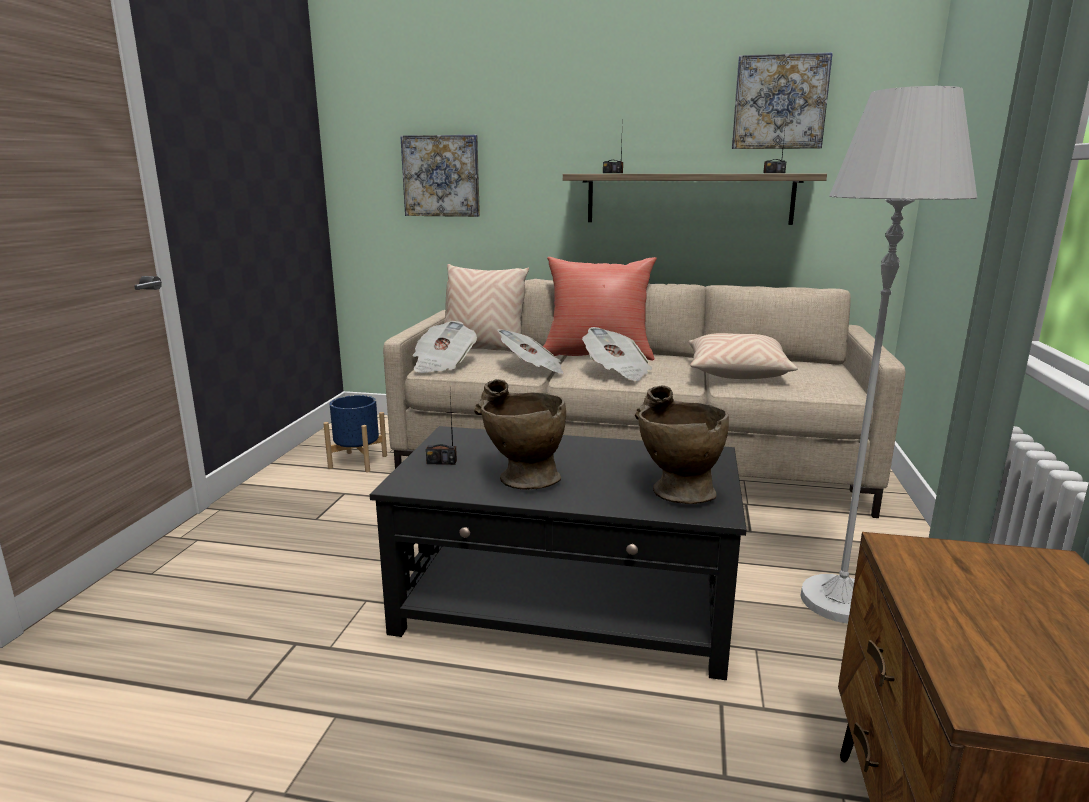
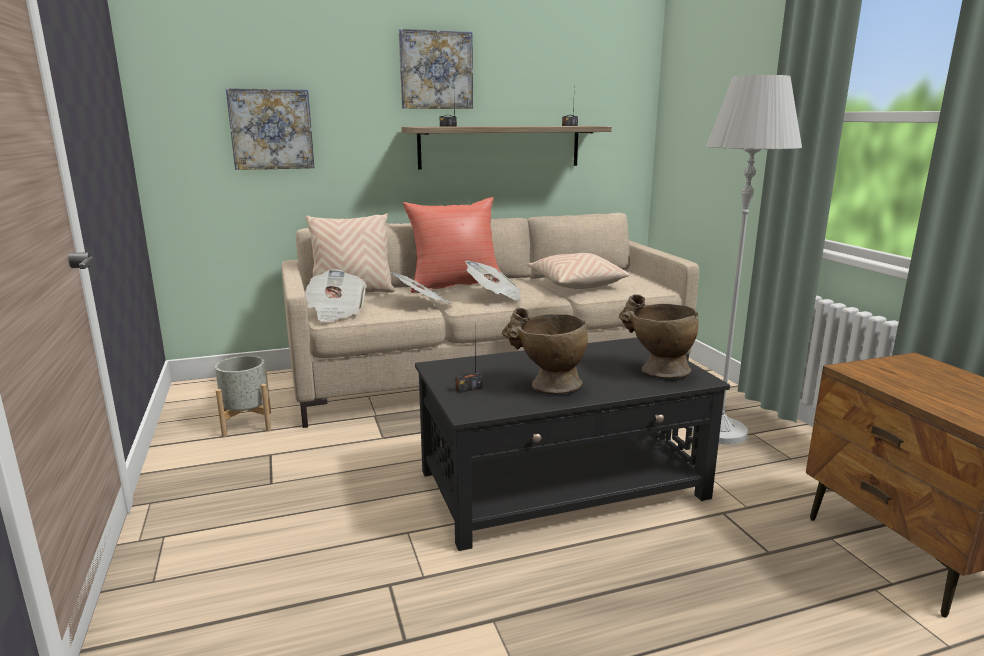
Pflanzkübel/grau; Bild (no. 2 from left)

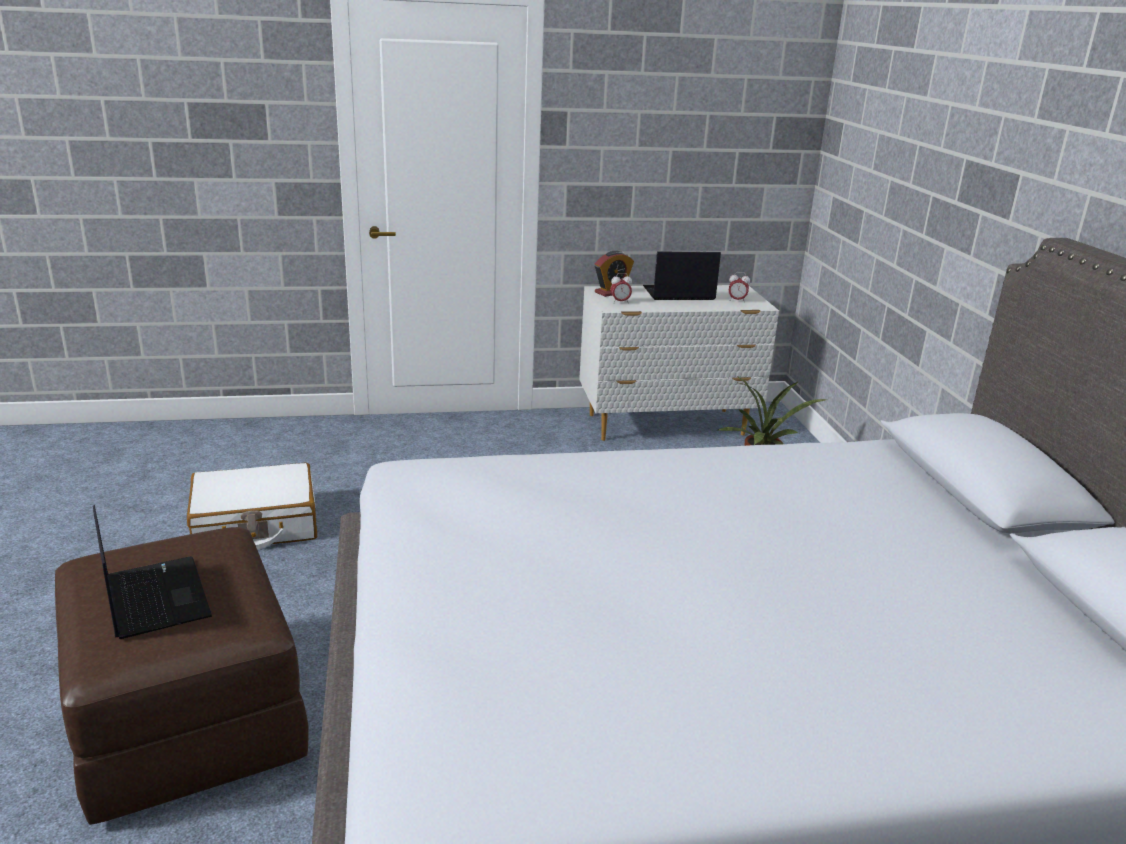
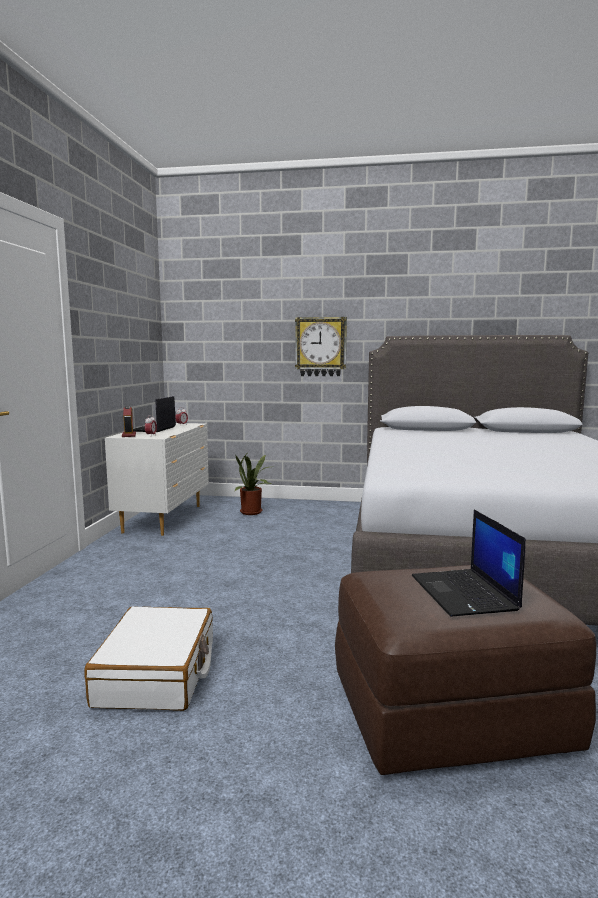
Laptop (no. 2 from left); Wanduhr

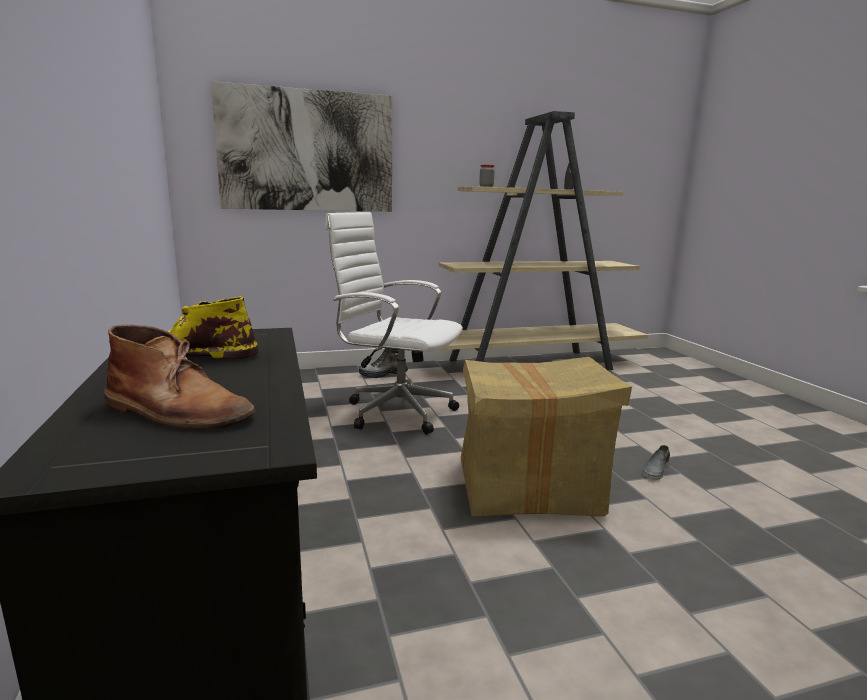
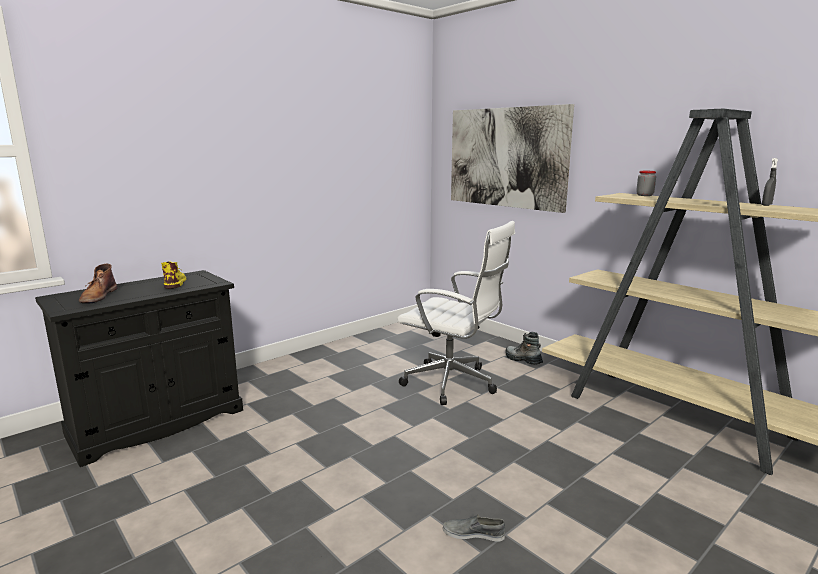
Bürostuhl/weiß; Karton

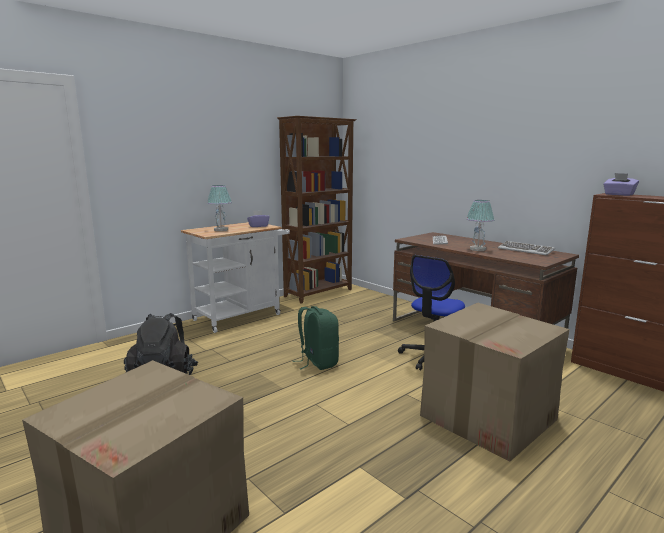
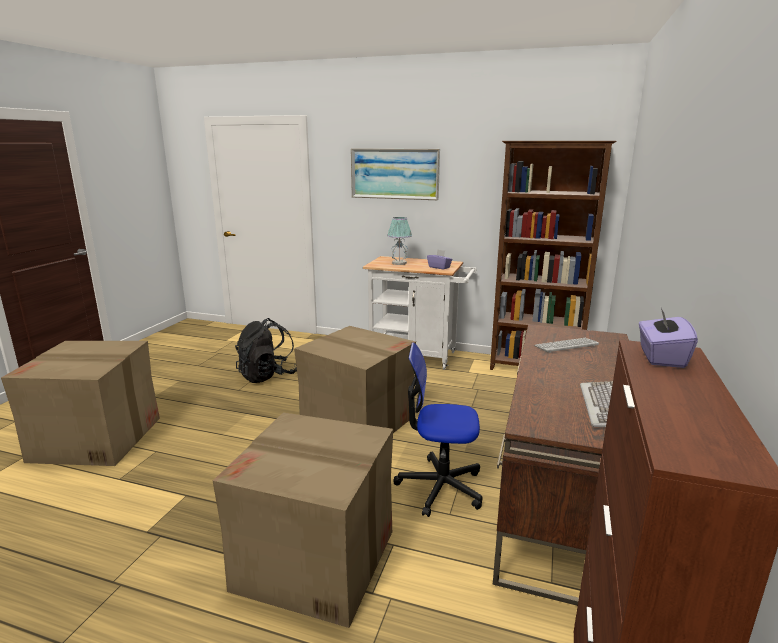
Karton (no. 3 from left); Tischlampe (no. 2 from left in the first image); Bild

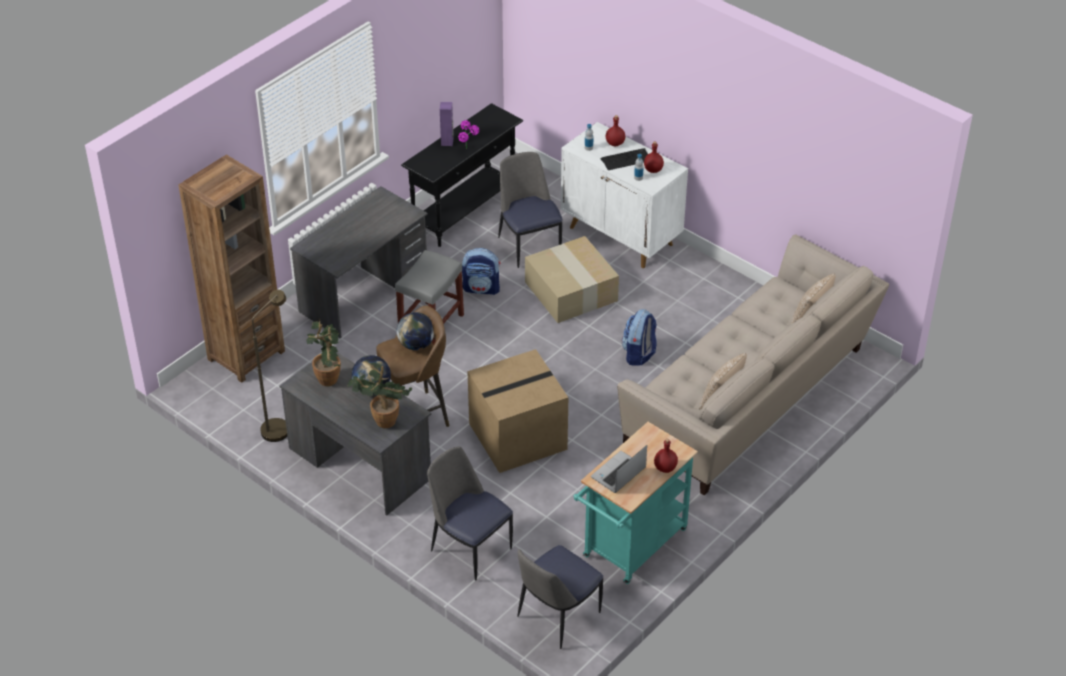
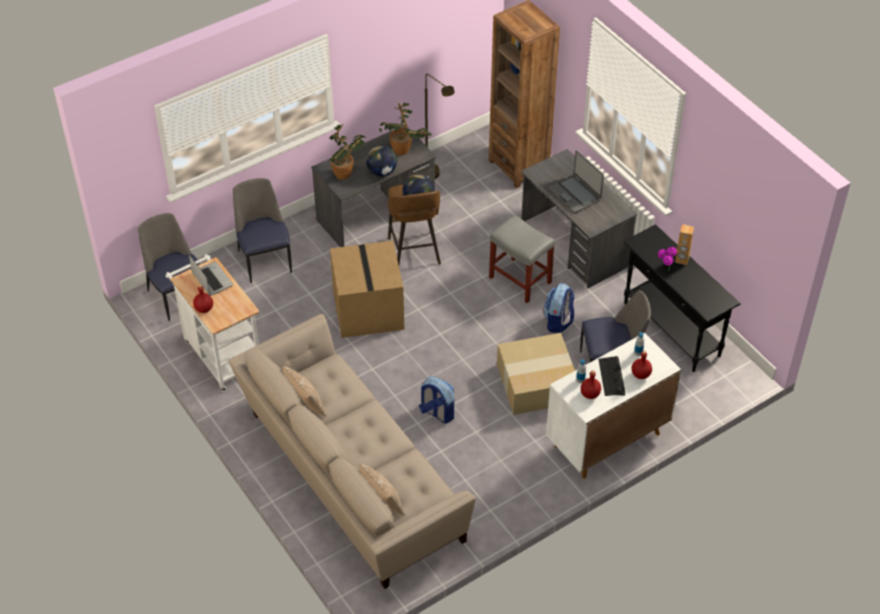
Stuhl (no. 2 from left); Lautsprecher/braun; Rollwagen/weiß; Laptop (no. 2 from left)

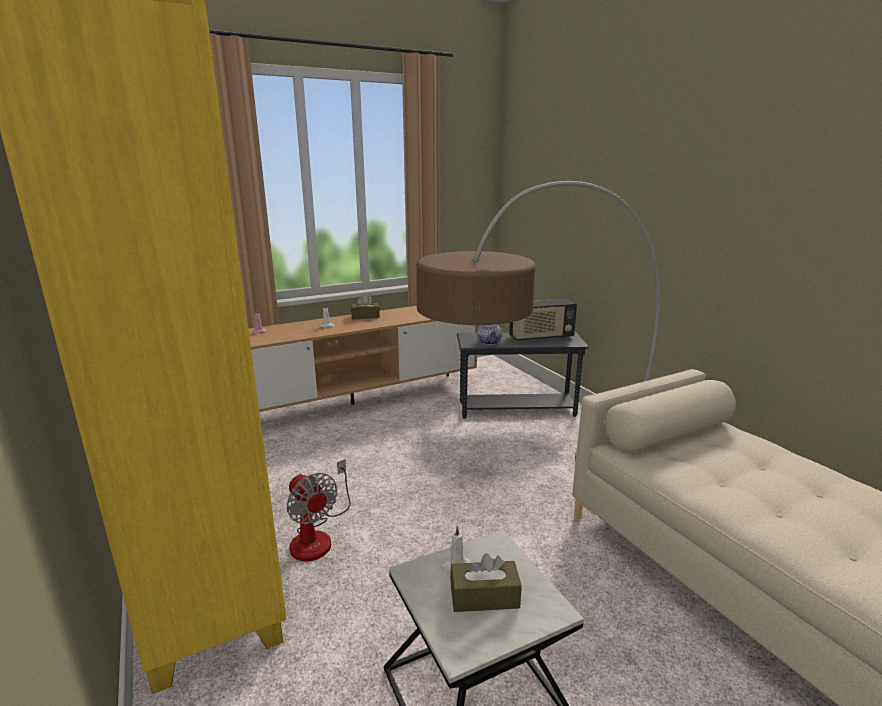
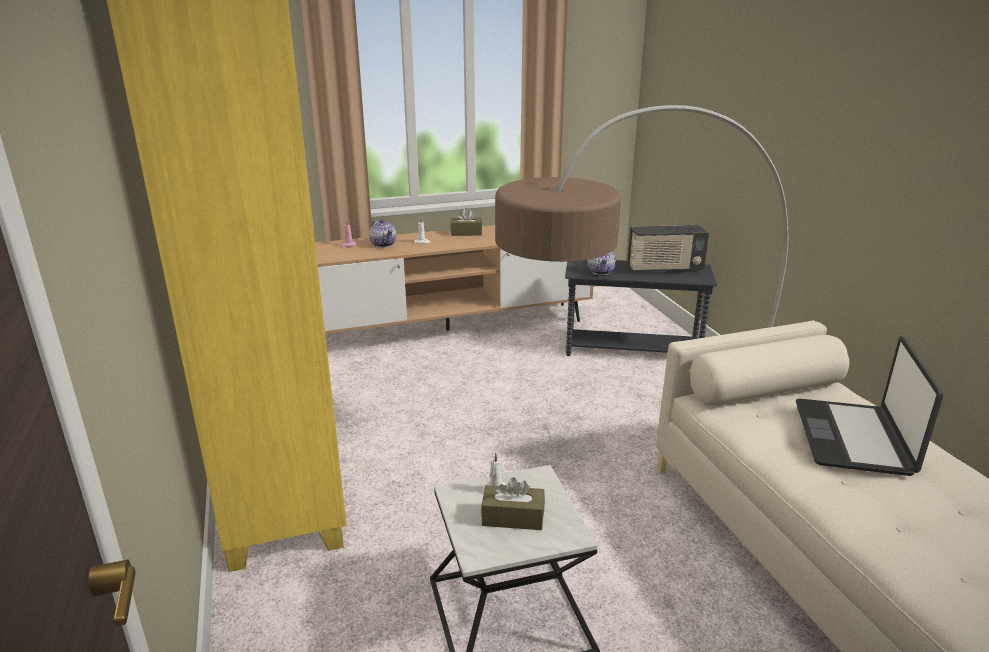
Ventilator; Teekanne (no. 1 from left); Laptop

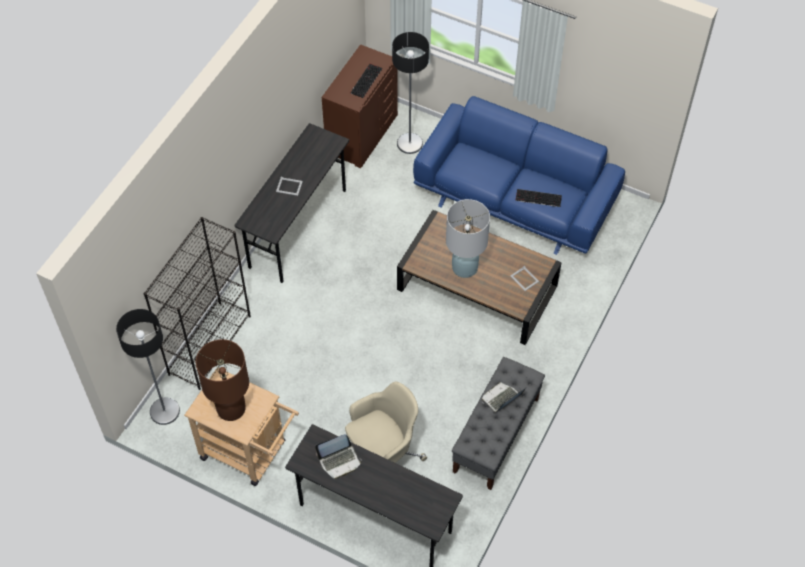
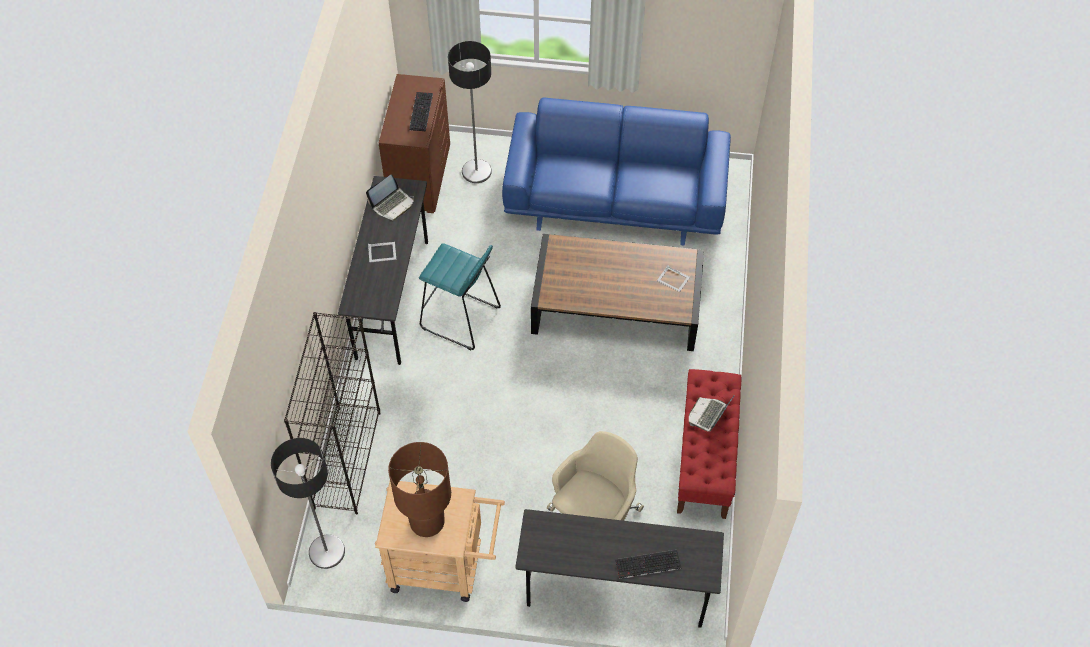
Laptop (no. 1 from left); Tischlampe/weiß; Bank/rot; Tastatur (no. 2 from left); Hocker/türkis

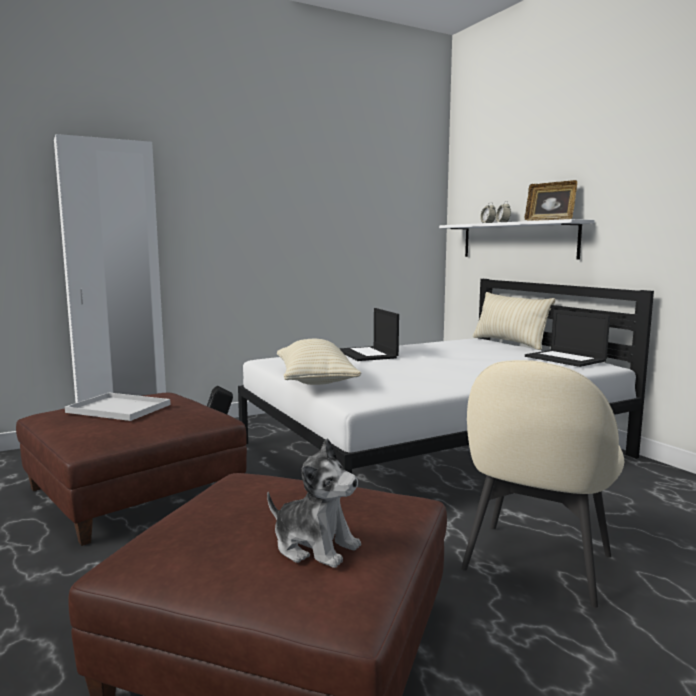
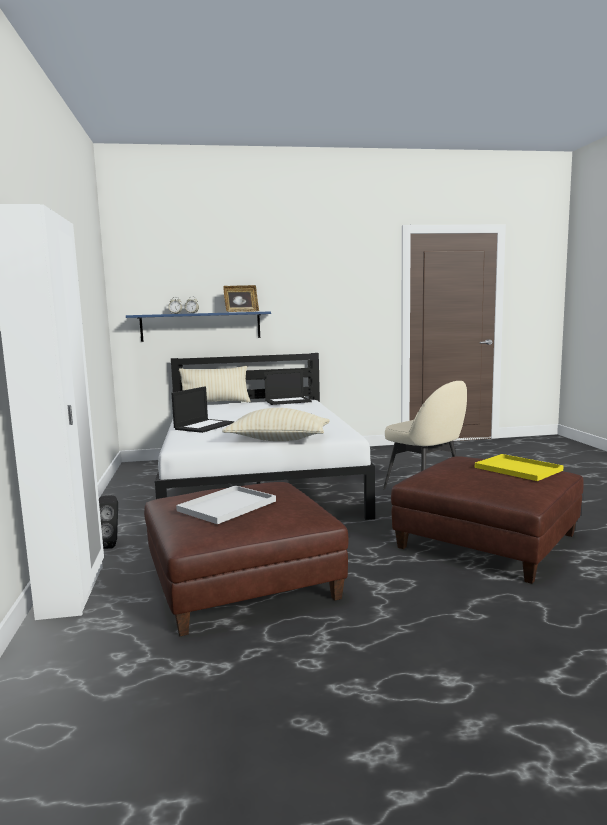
Tablett/gelb; Laptop (no. 1 from left); Wandregal/blau

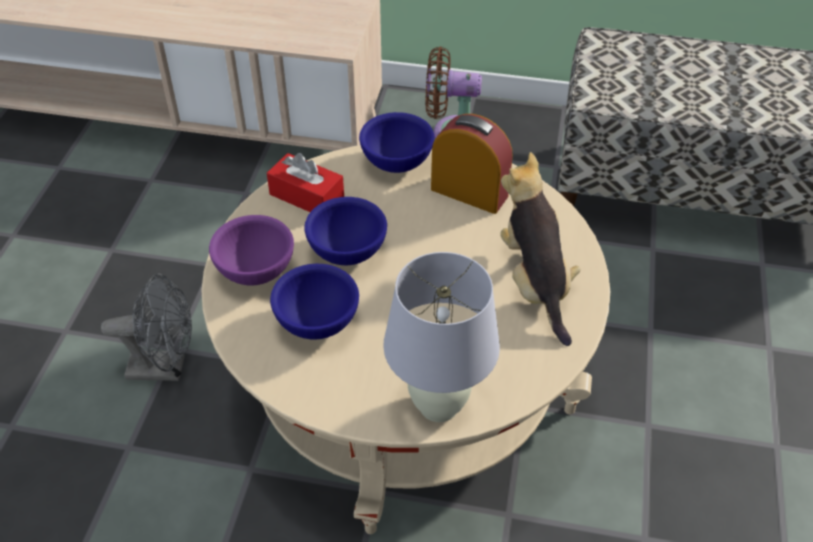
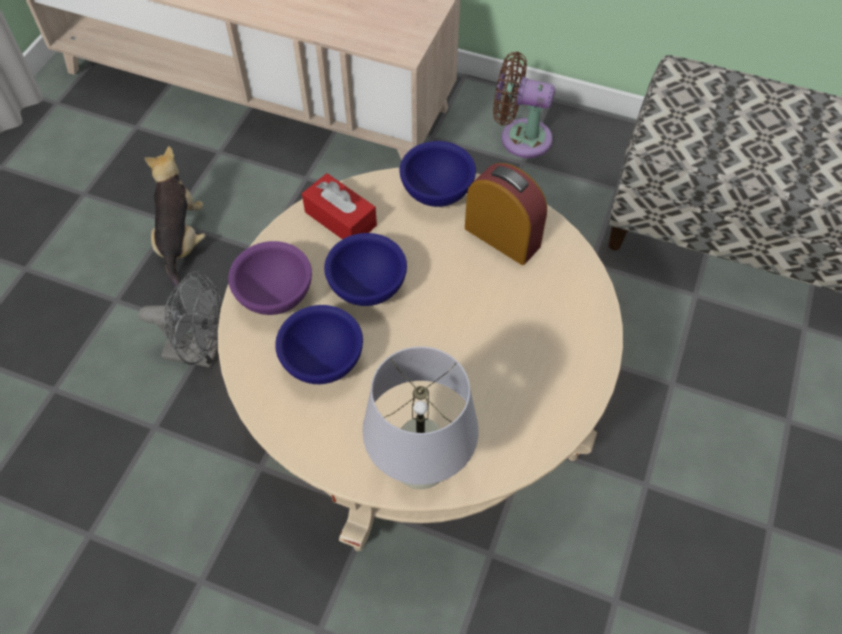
Plüschtier

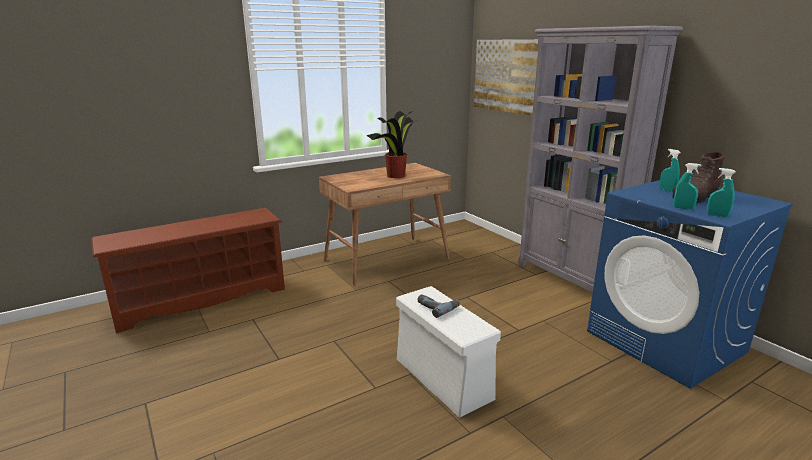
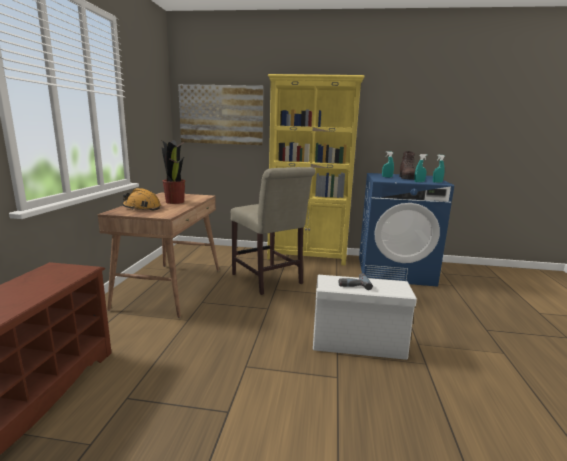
Bücherregal/gelb; Schutzhelm/orange; Stuhl/beige

